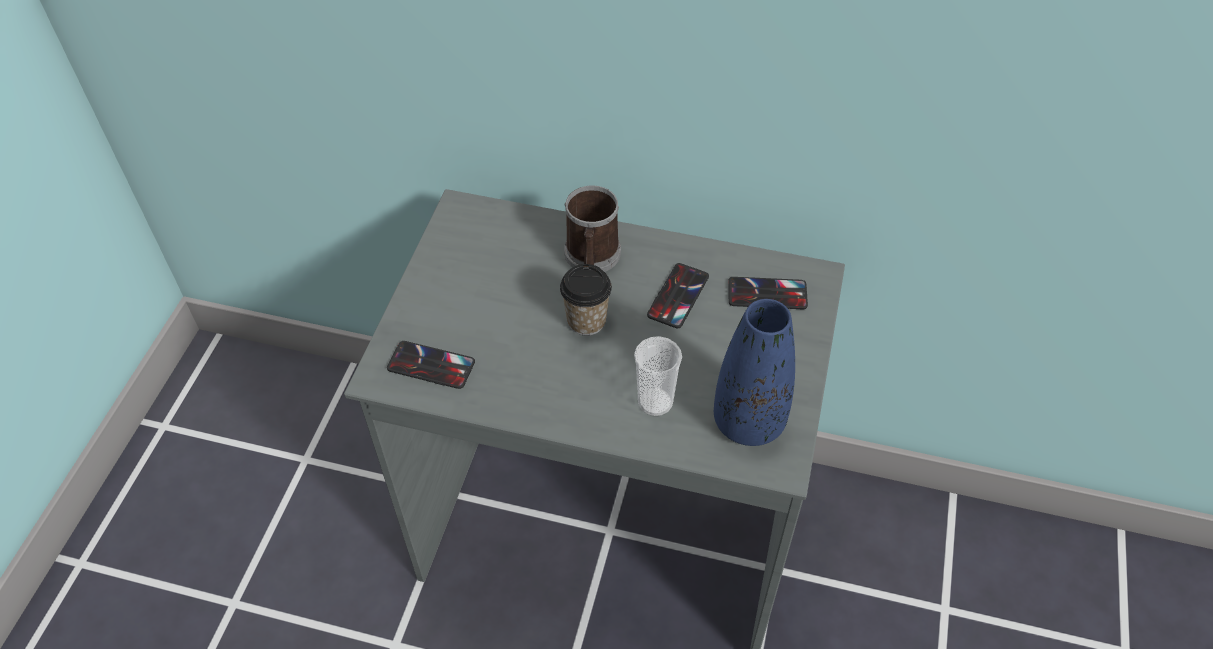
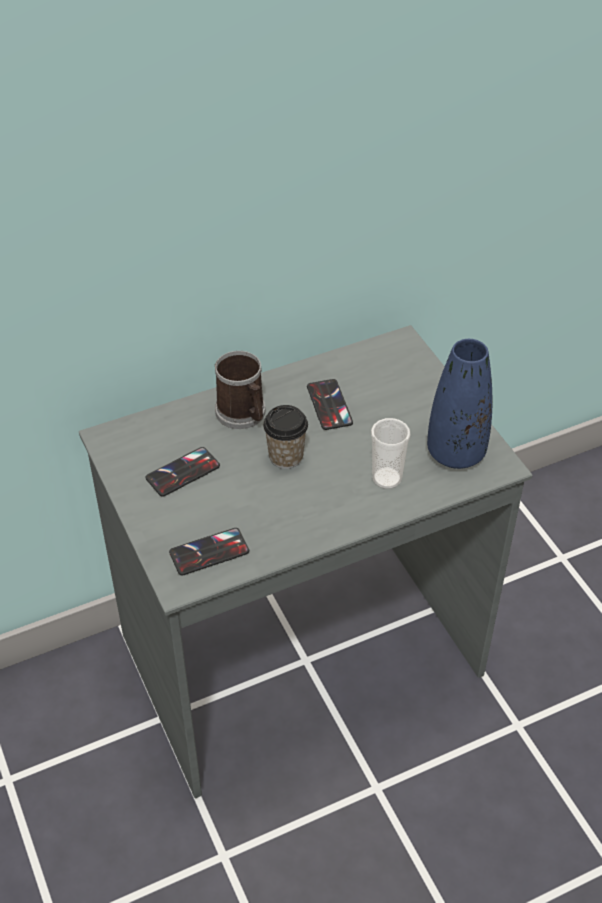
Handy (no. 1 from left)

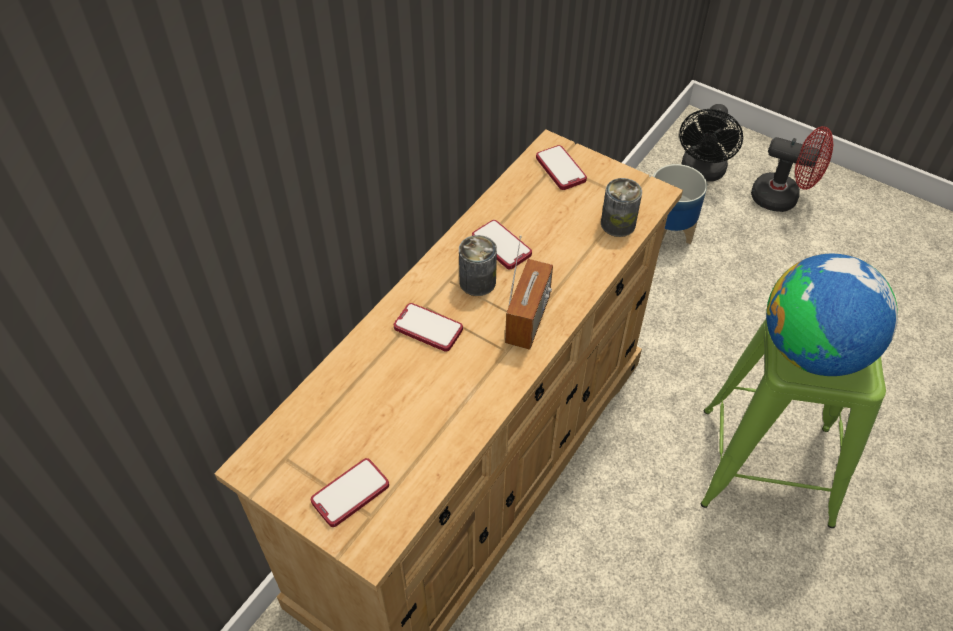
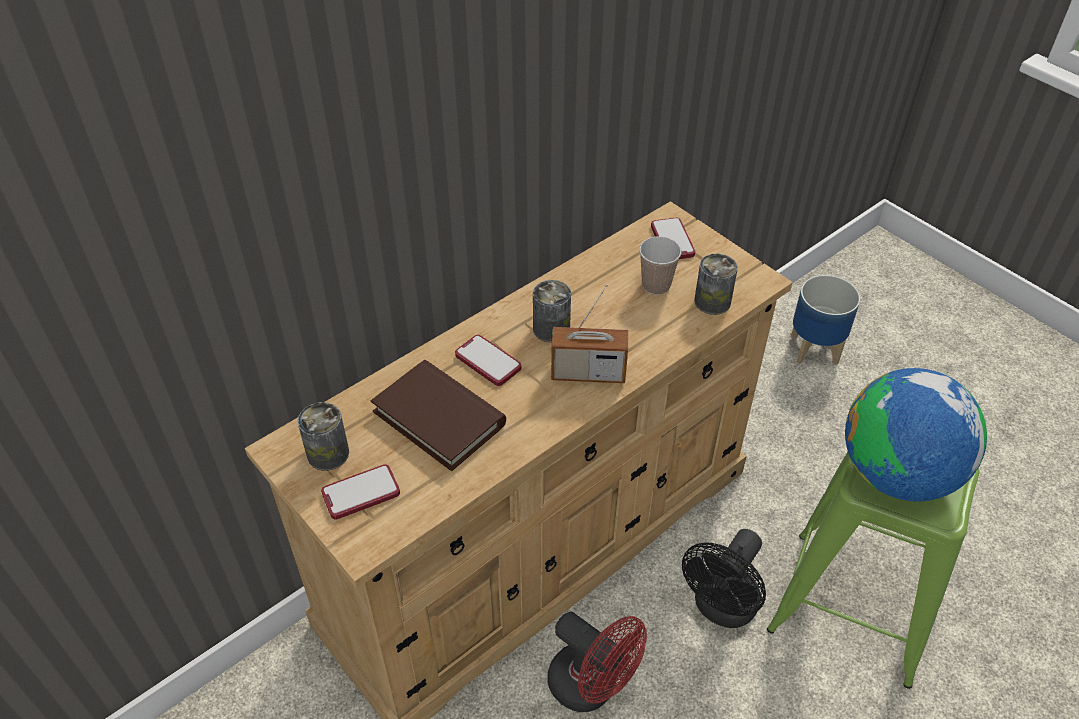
Handy (no. 3 from left in the first image); Radio; Ventilator/schwarz; Ventilator/rot; Dose (no. 1 from left); Buch/braun; Tasse

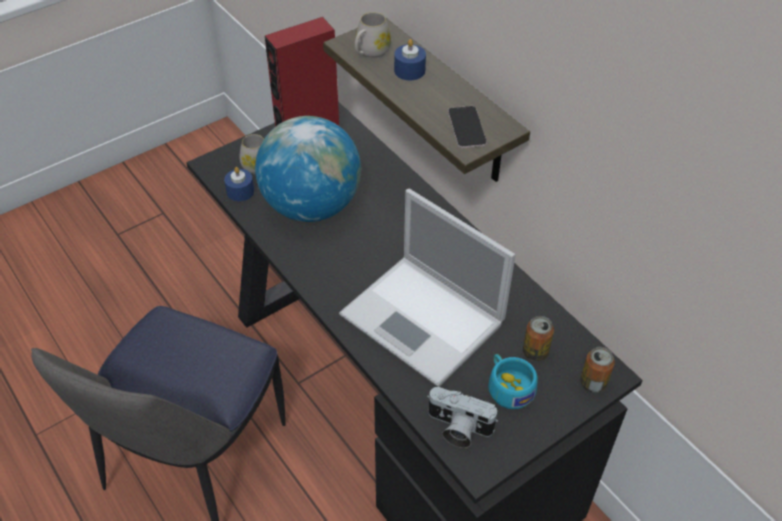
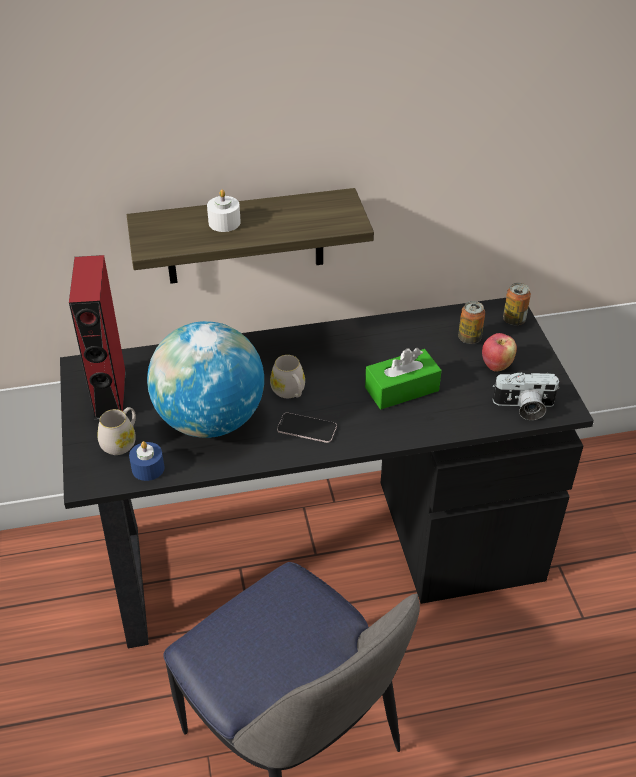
Taschentuchbox/grün; Henkelbecher/weiß (no. 2 from left); Kerze/weiß; Kamera; Handy; Apfel

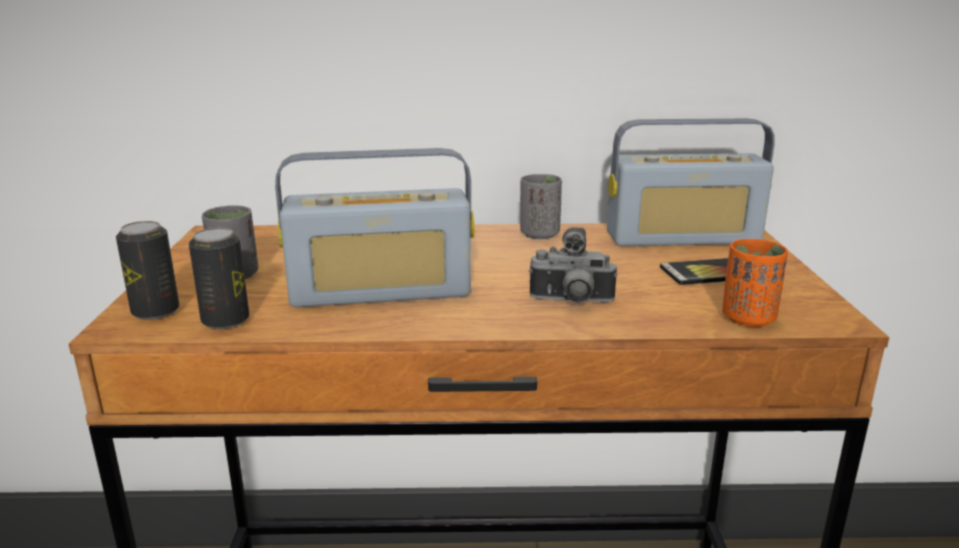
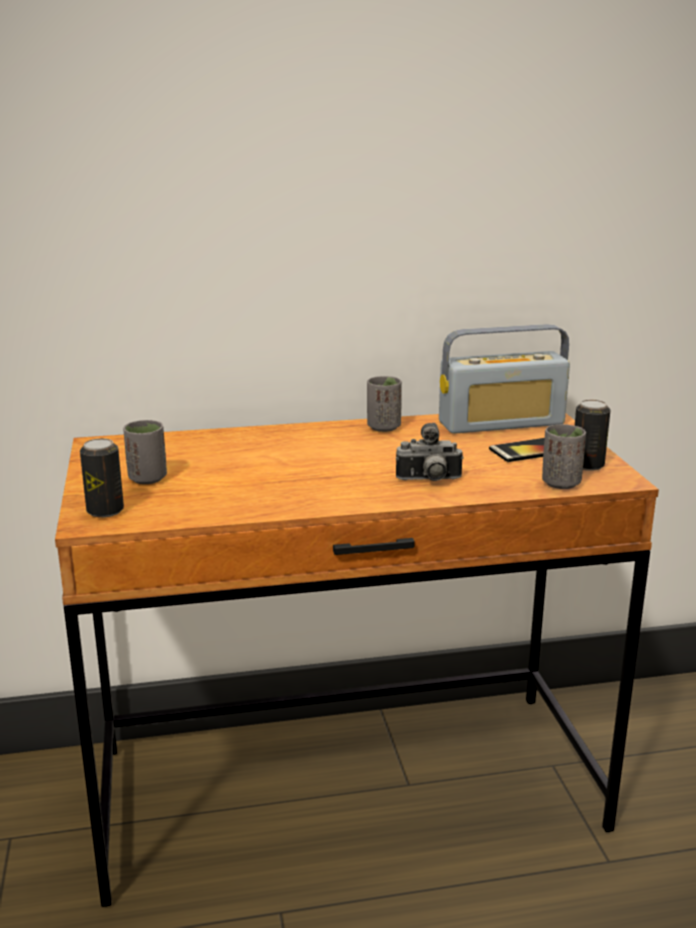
Dose (no. 2 from left); Radio (no. 1 from left in the first image); Tasse/grau (no. 3 from left)

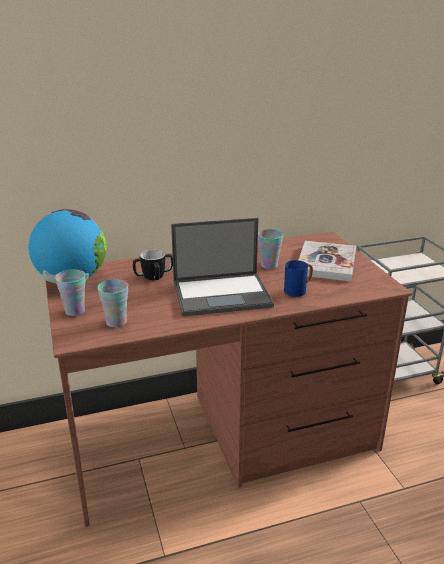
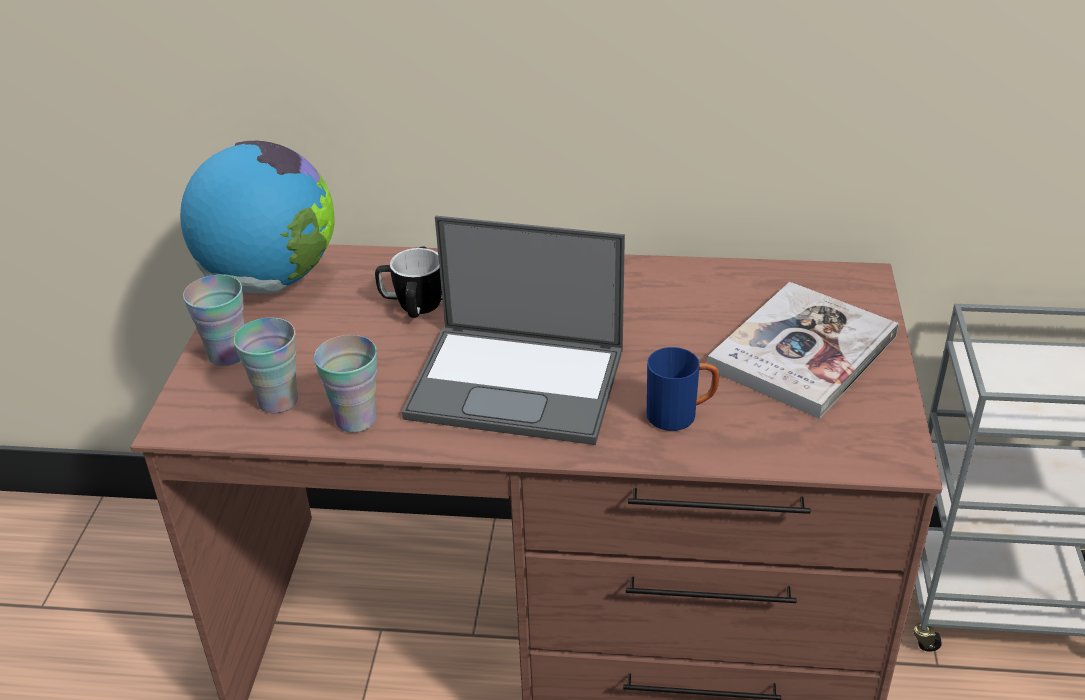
Tasse (no. 3 from left)

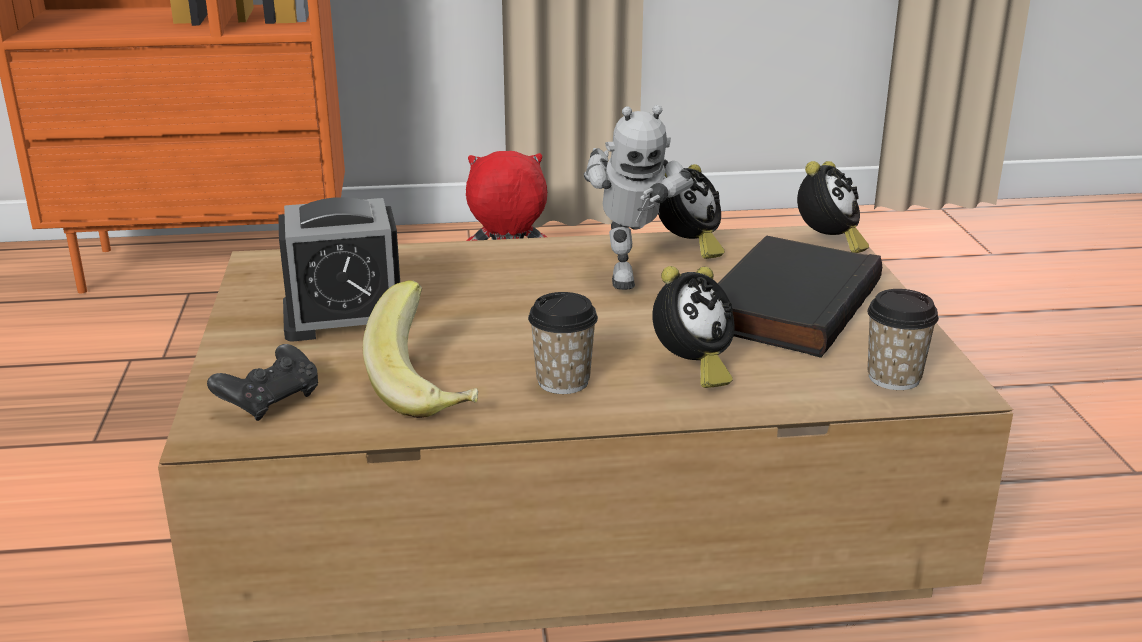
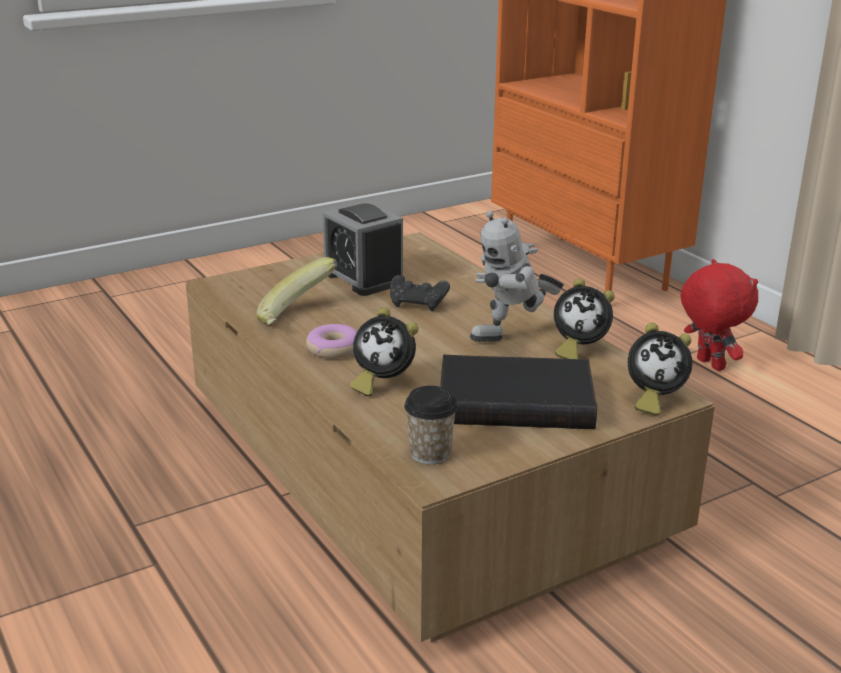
Gamepad/schwarz; Donut

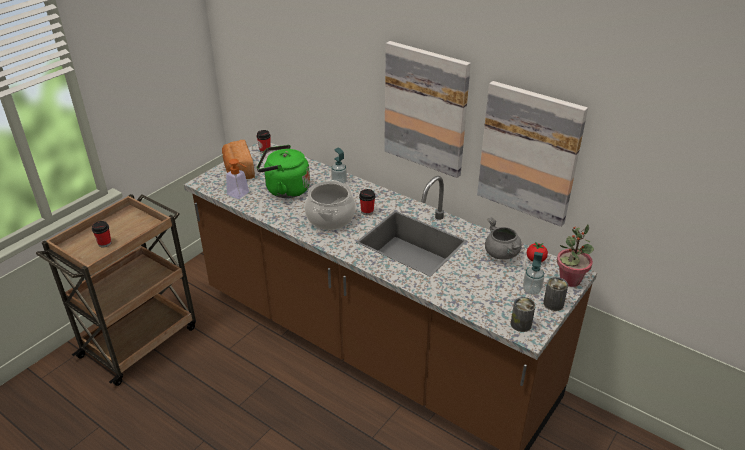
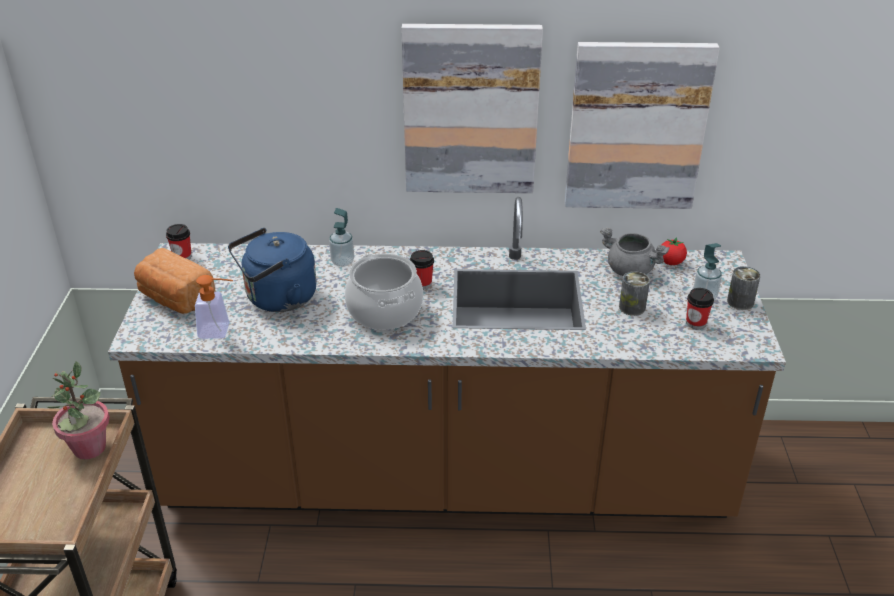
Tasse (no. 3 from left); Wasserkessel/blau; Dose (no. 1 from left); Topfpflanze

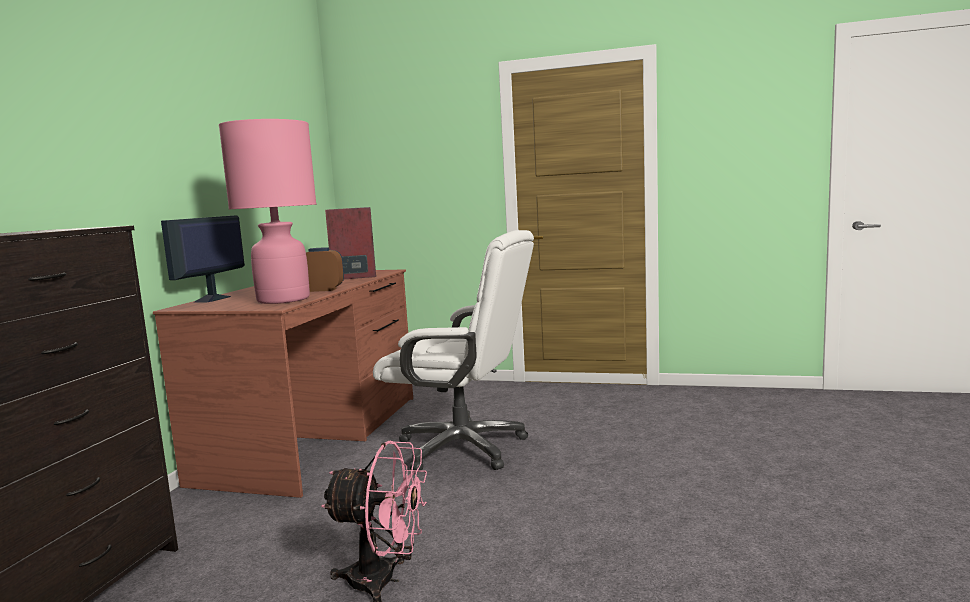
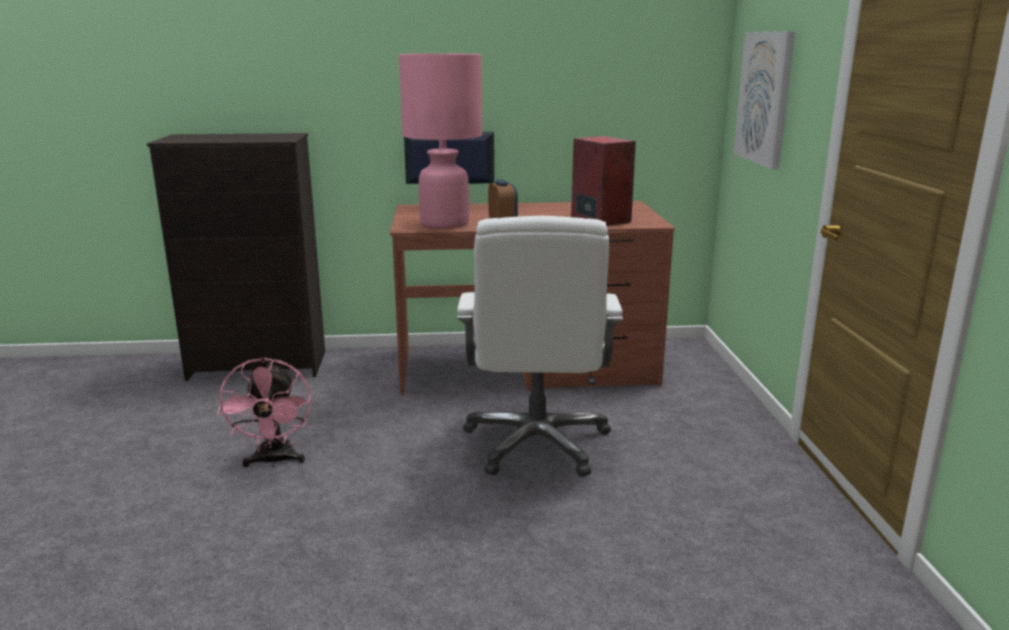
Bild

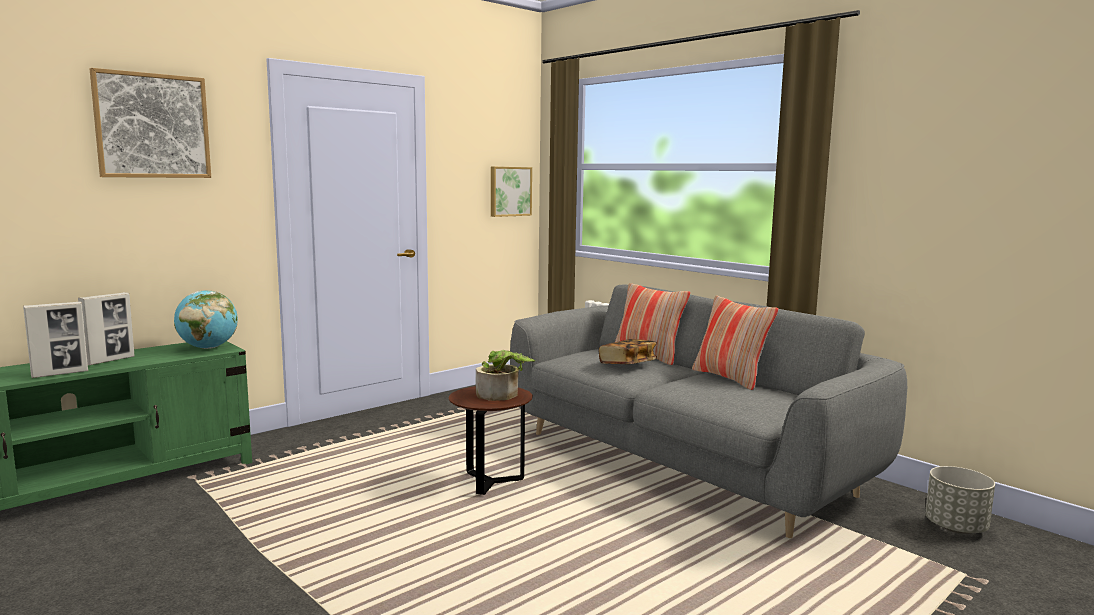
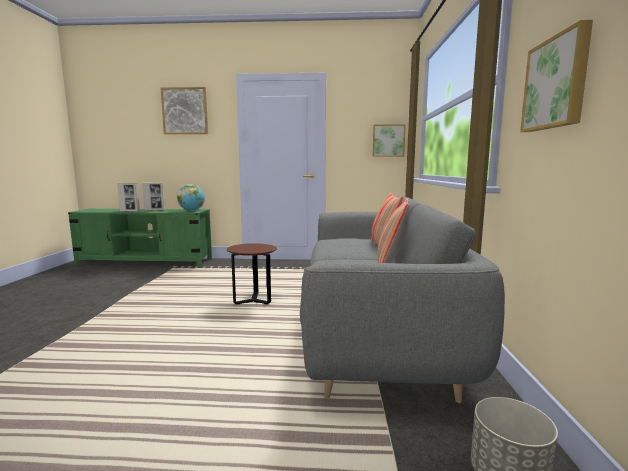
Topfpflanze; Buch; Bild (no. 3 from left)

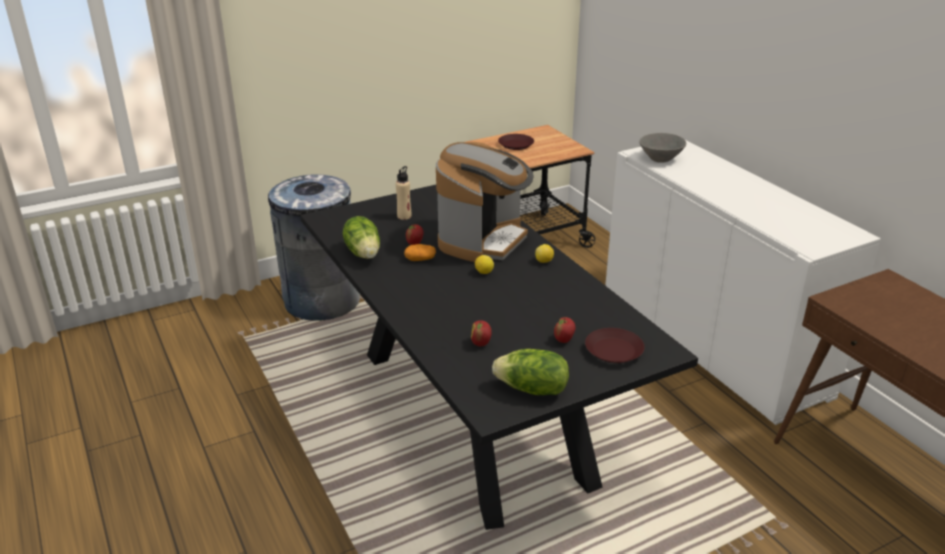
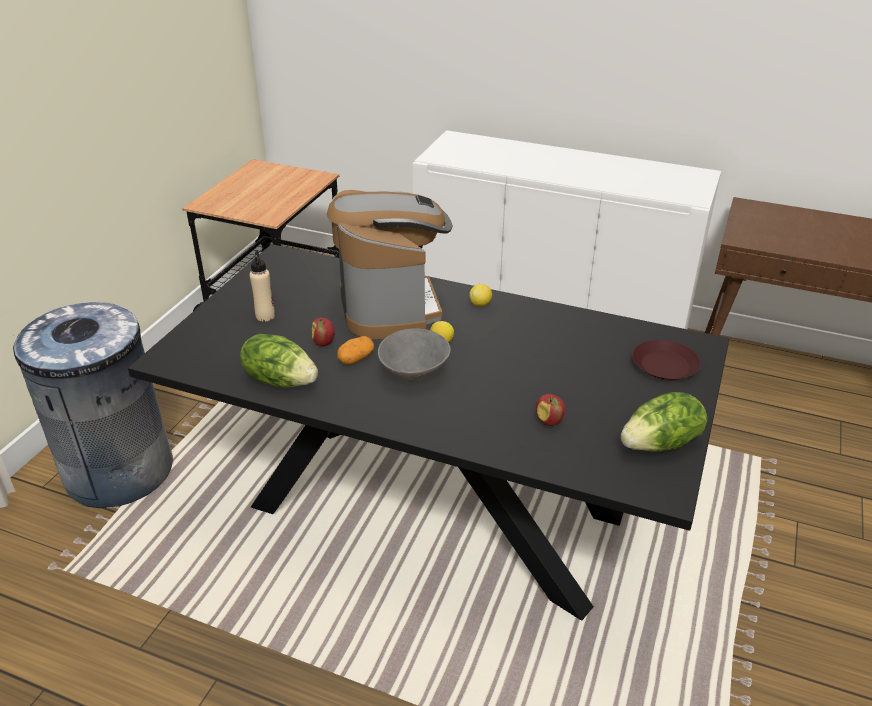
Teller/braun (no. 1 from left in the first image); Apfel (no. 3 from left in the first image); Schüssel/grau

